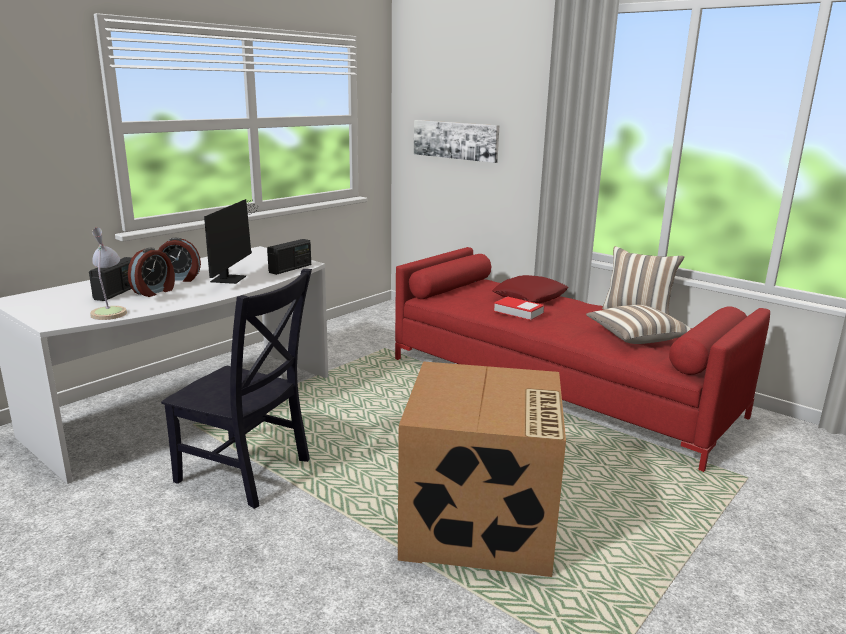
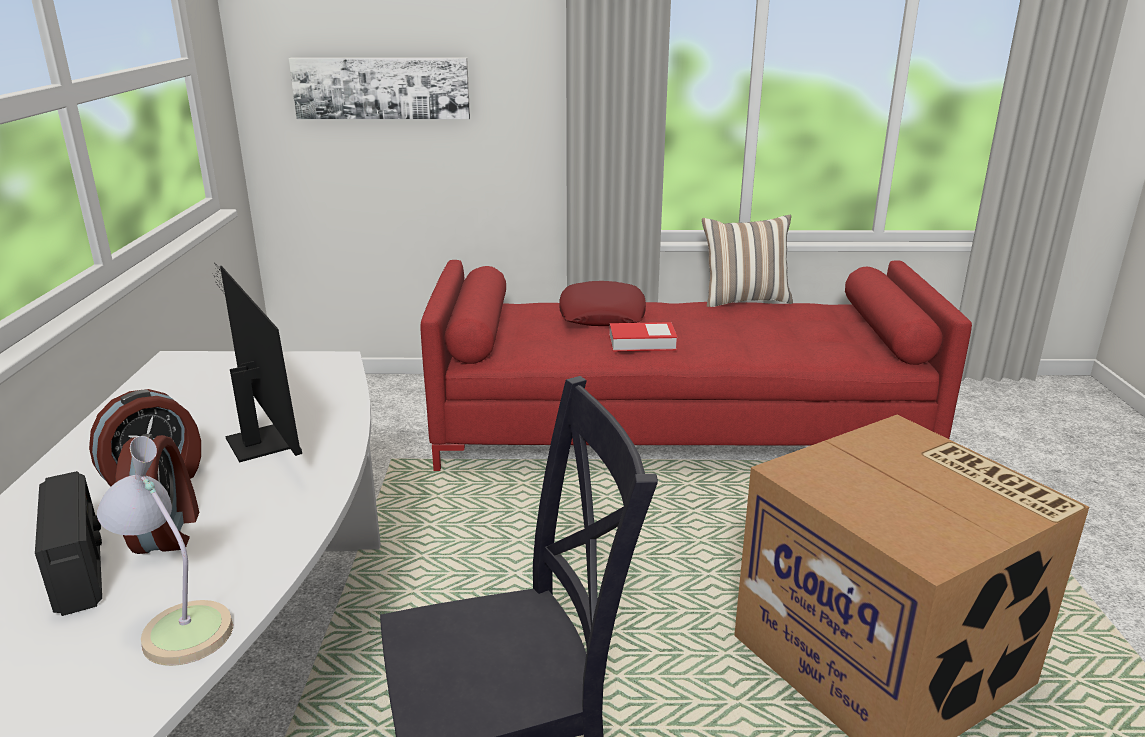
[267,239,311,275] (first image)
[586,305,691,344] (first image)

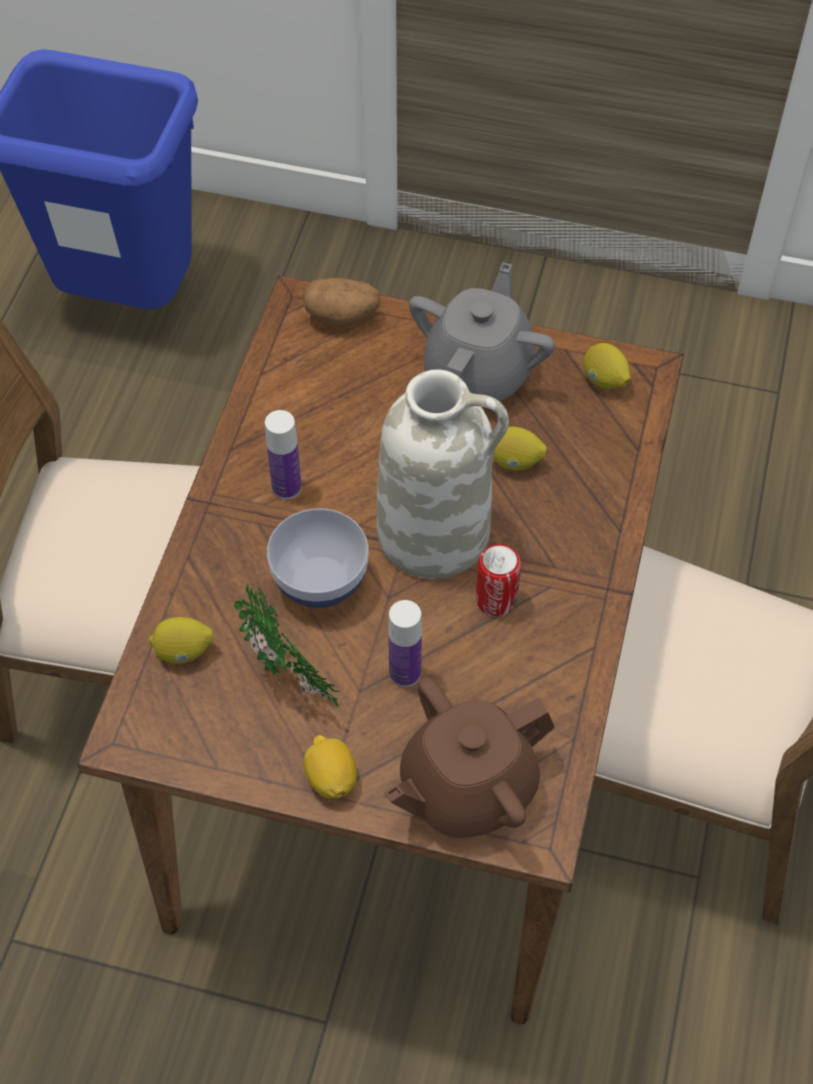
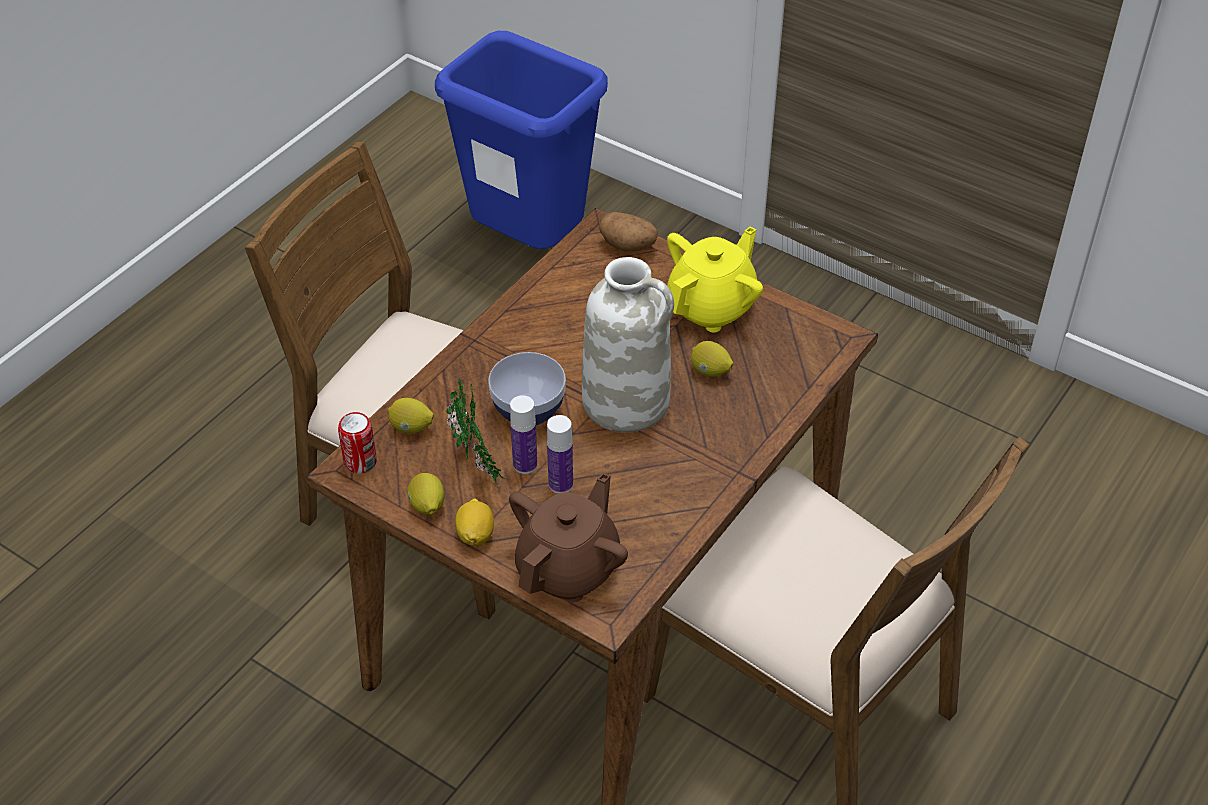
[667,227,763,332]
[408,473,445,515]
[510,395,537,474]
[338,412,377,474]
[509,473,628,602]

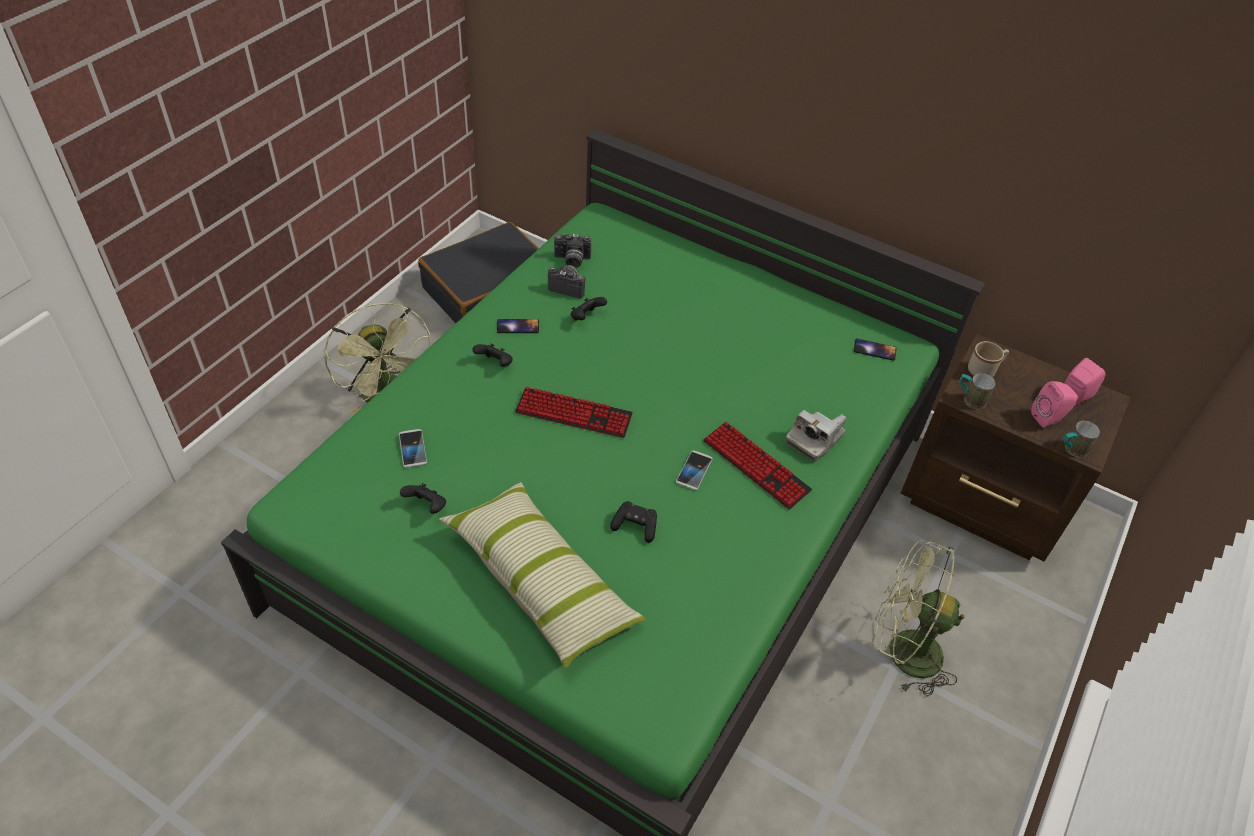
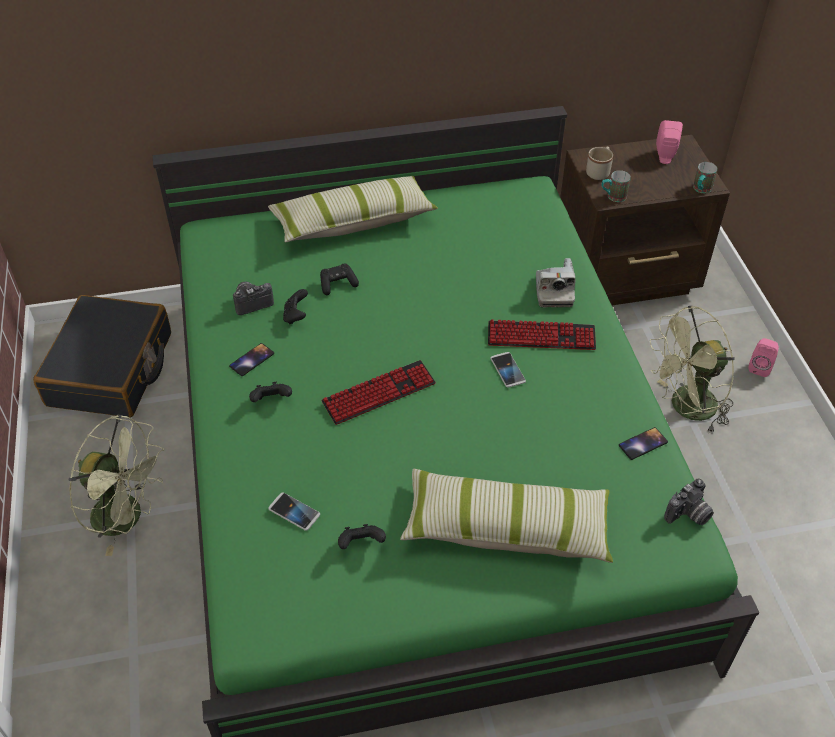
[664,479,714,525]
[619,427,668,460]
[748,338,779,377]
[320,263,359,295]
[268,176,438,242]

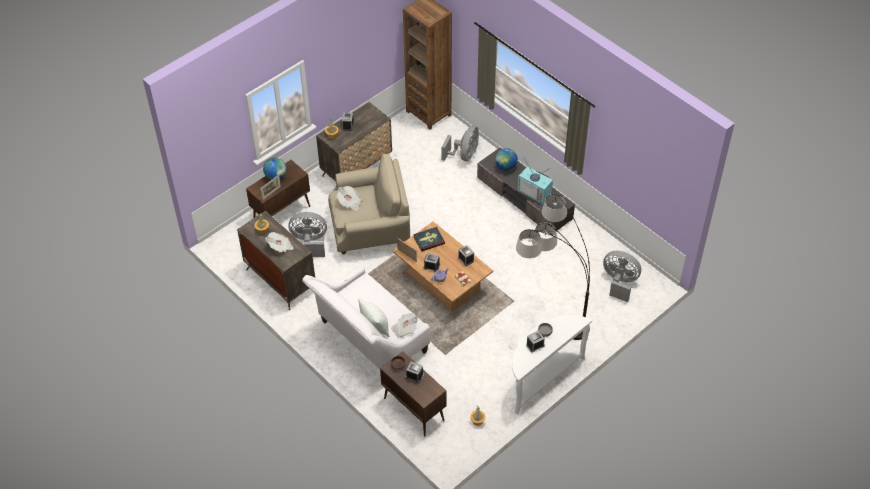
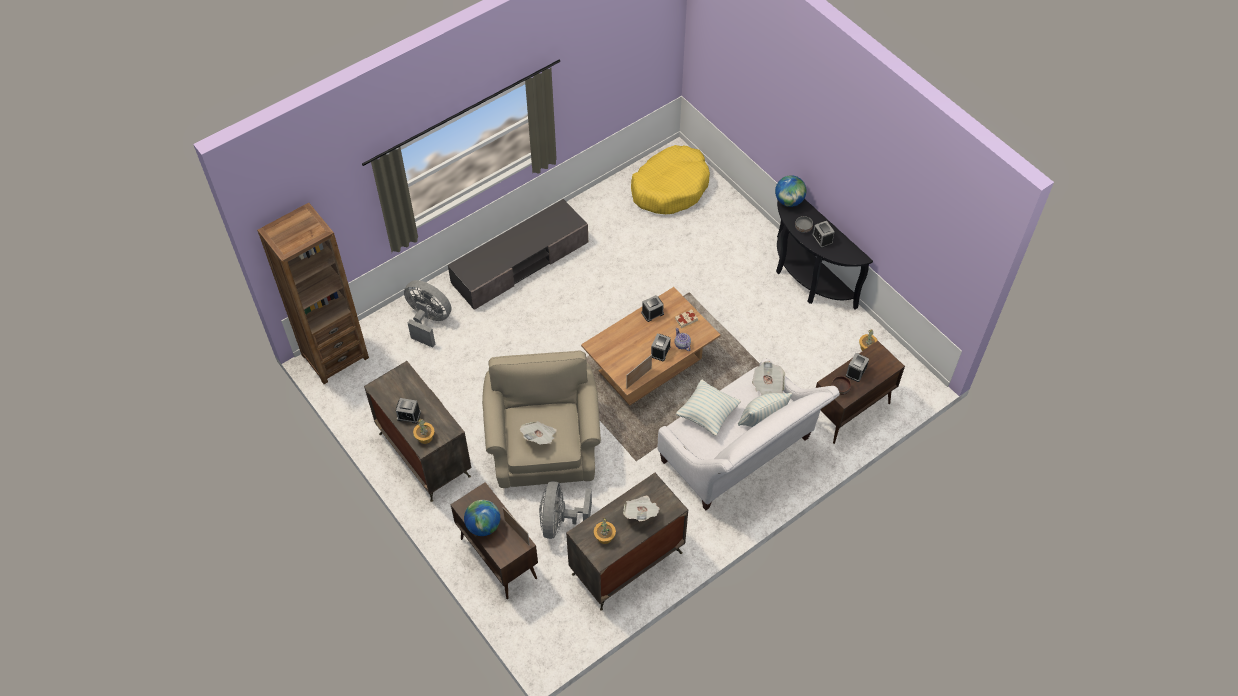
[775,175,806,207]
[517,157,553,205] (first image)
[516,194,590,340] (first image)
[413,227,445,252] (first image)
[631,145,710,214]
[776,199,873,309]
[676,379,741,436]

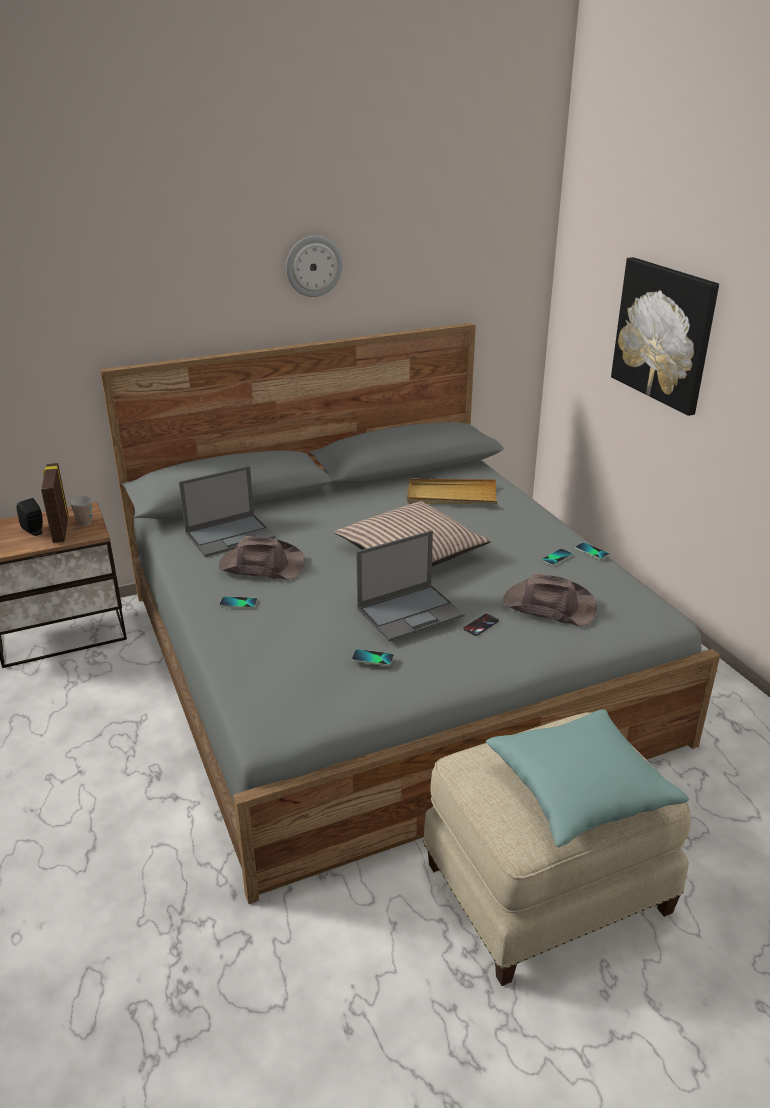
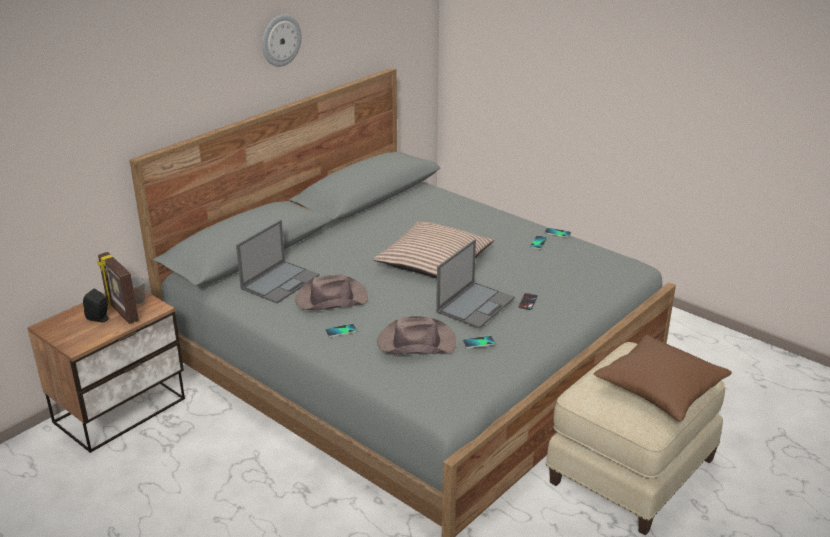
[611,257,719,416] (first image)
[407,479,497,504] (first image)
[377,316,456,354]
[594,335,732,422]

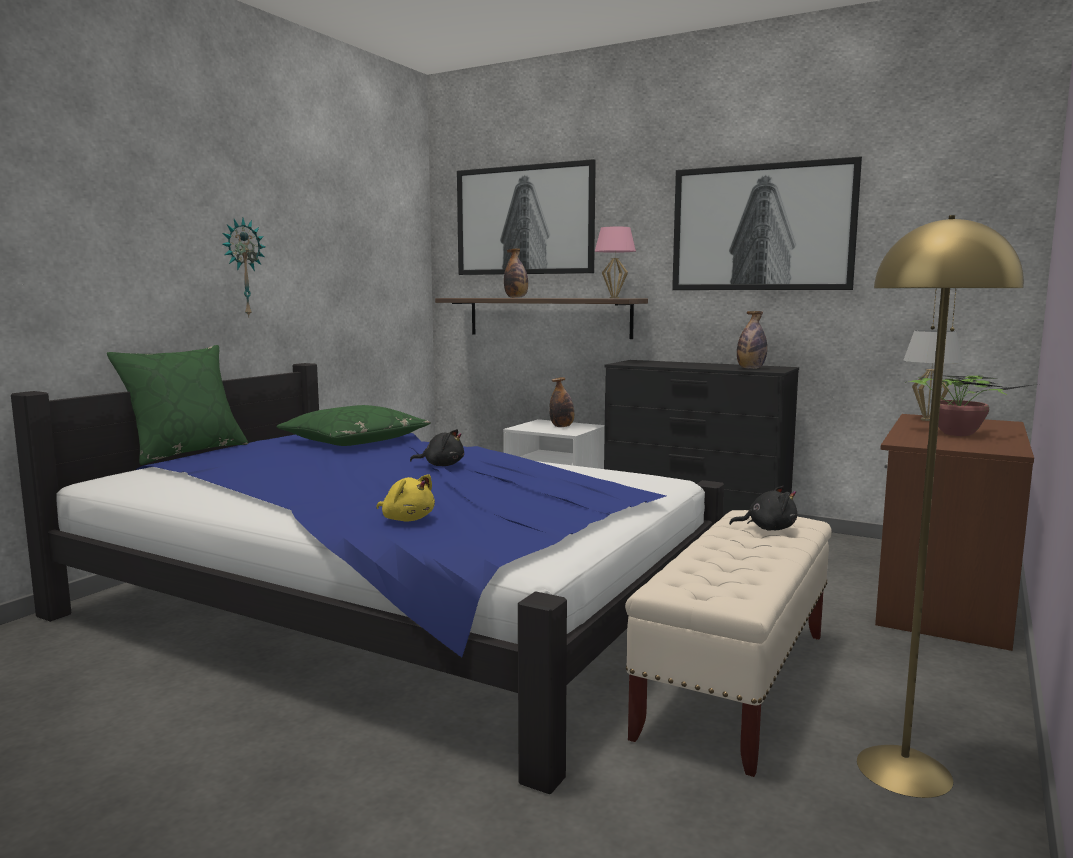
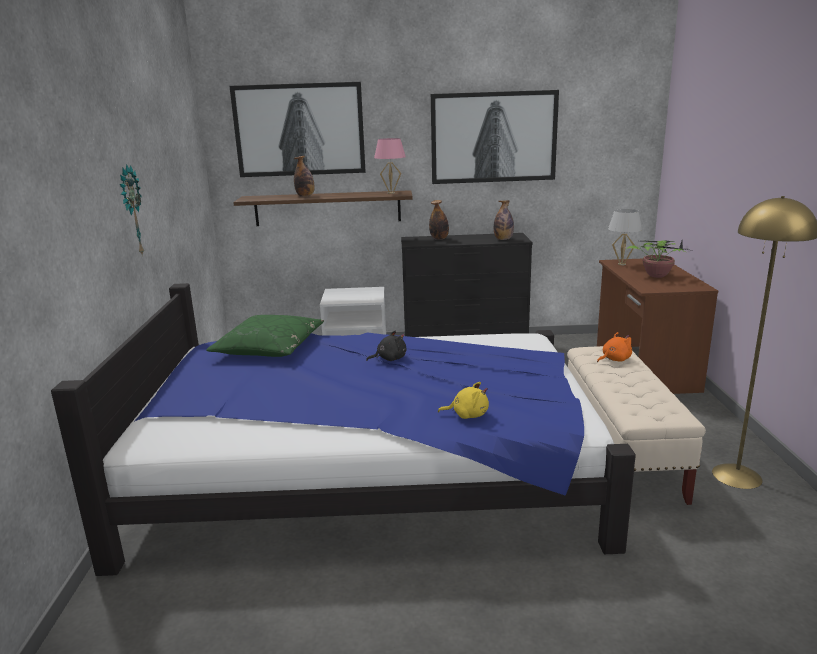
[107,345,249,465] (first image)
[429,200,449,240]
[597,332,632,362]

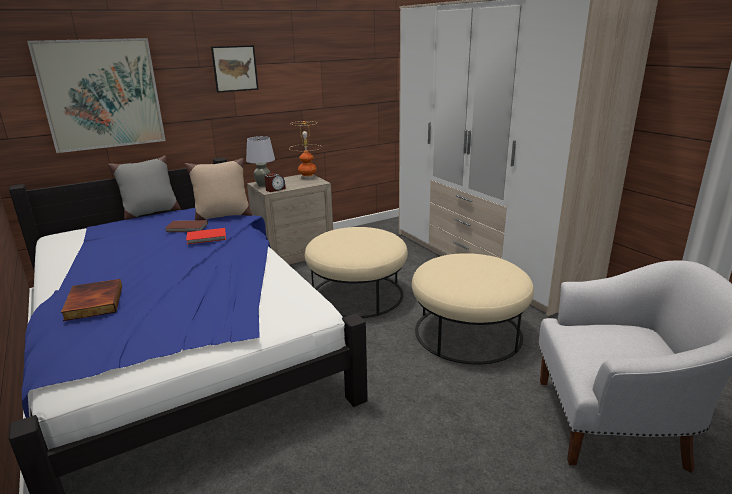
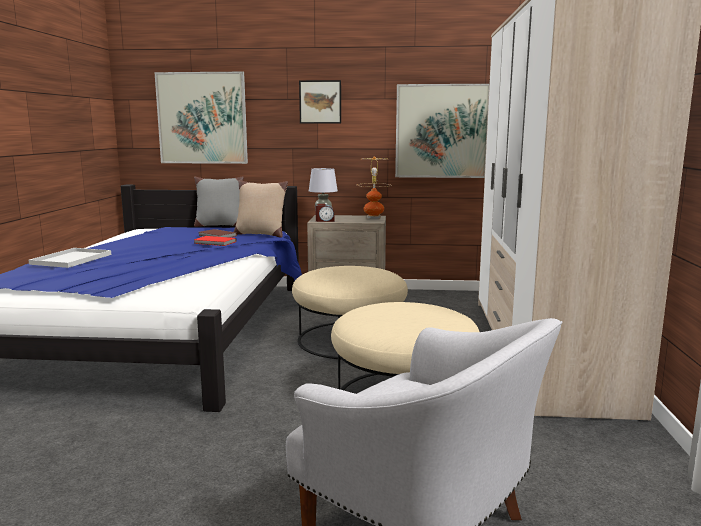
[28,248,111,268]
[395,84,489,178]

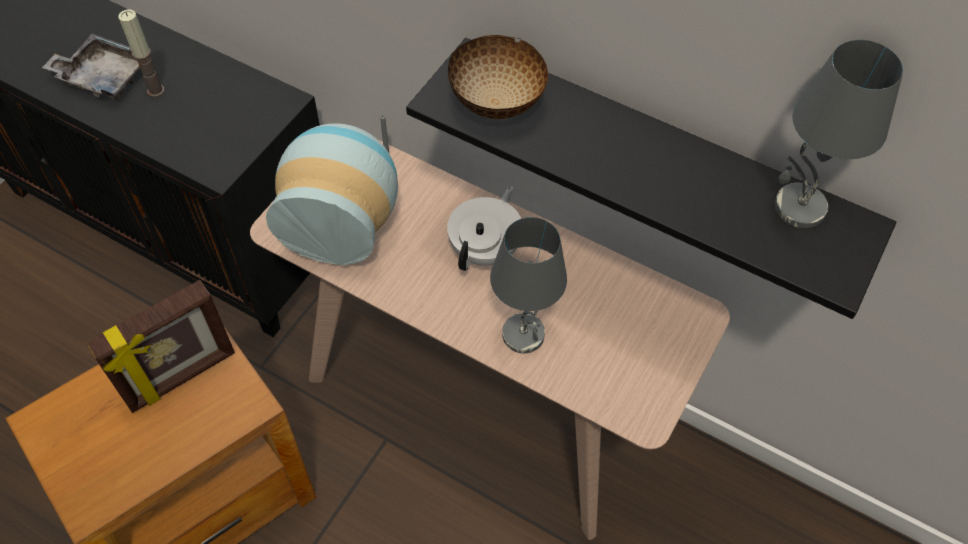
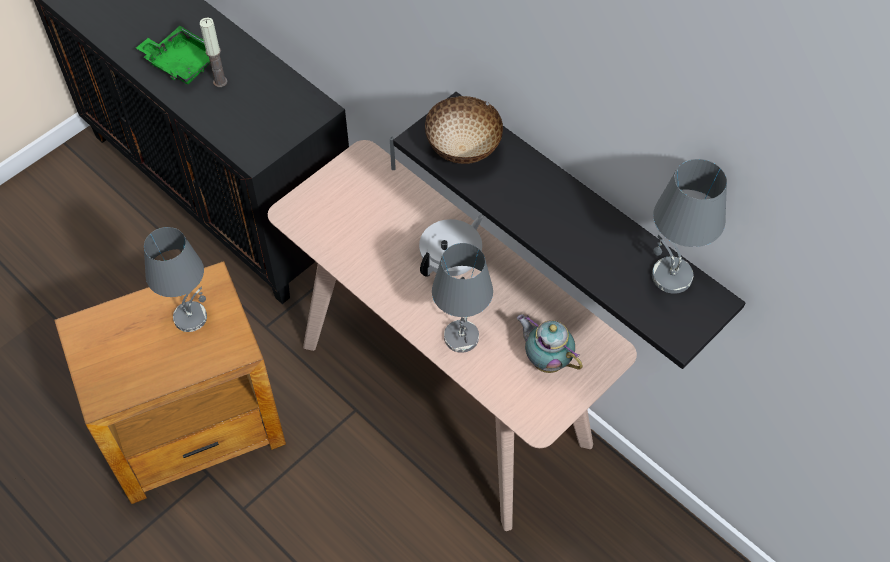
[136,26,222,84]
[266,123,398,265] (first image)
[144,227,207,332]
[517,314,583,373]

